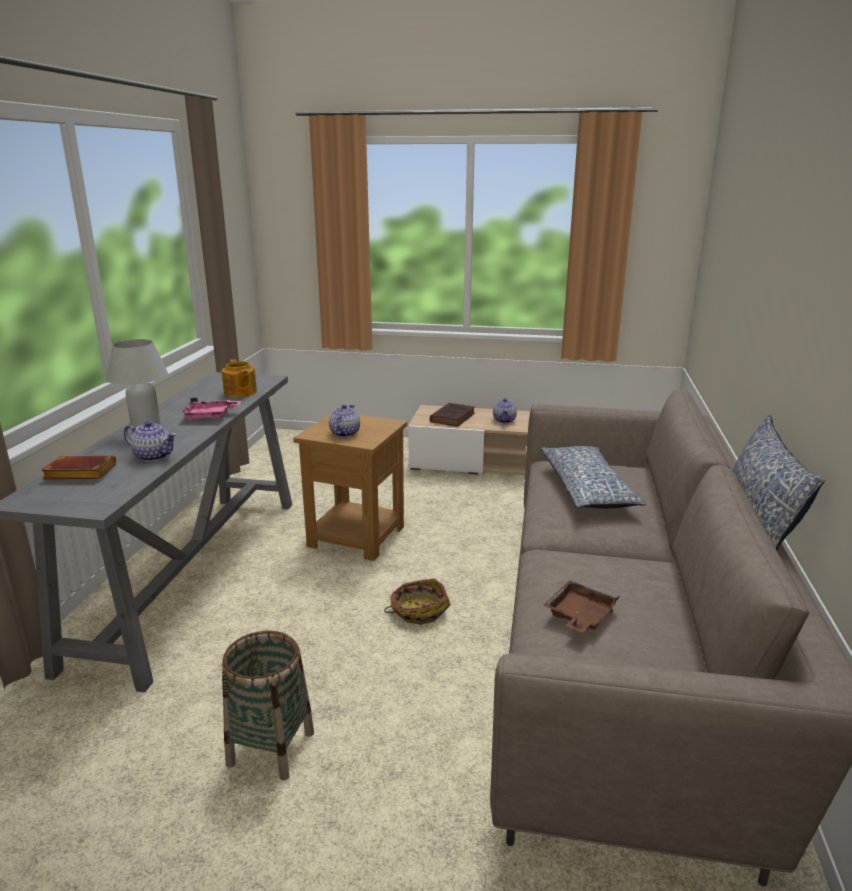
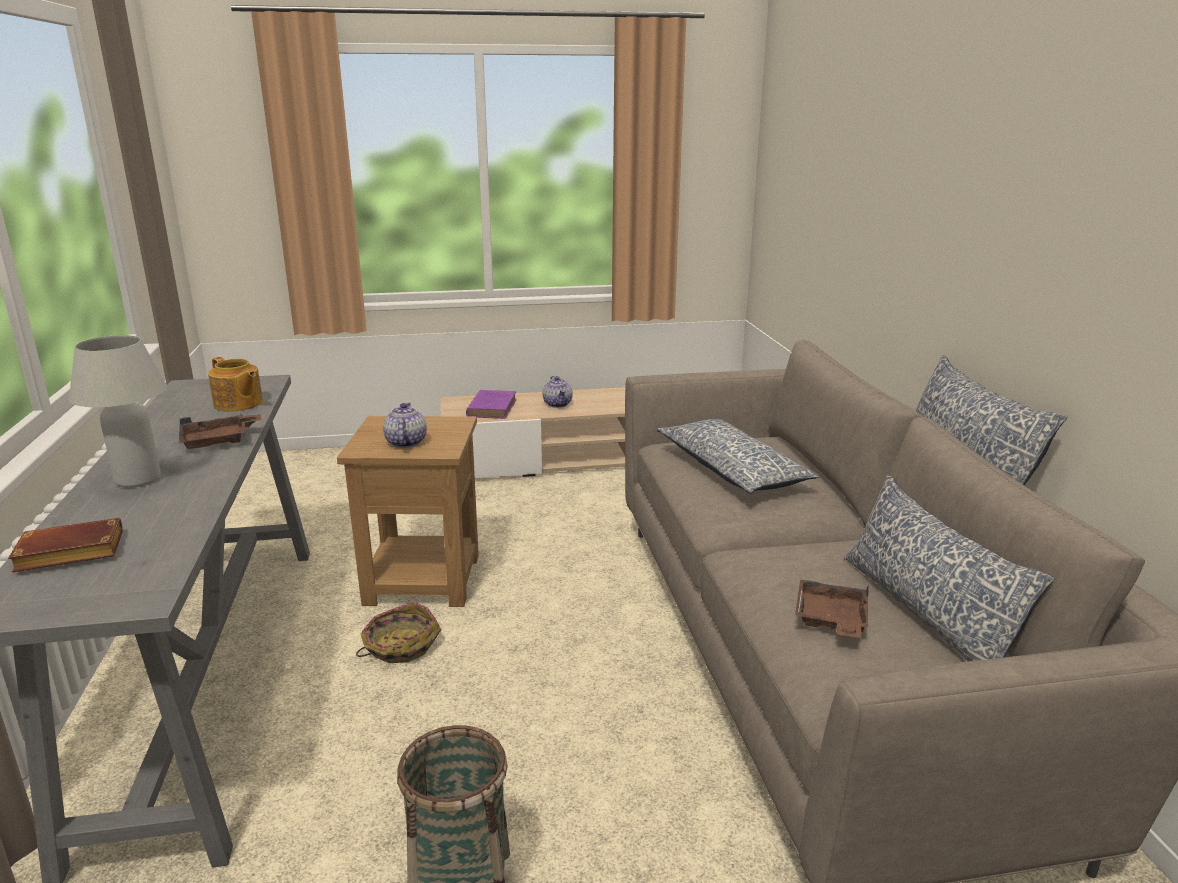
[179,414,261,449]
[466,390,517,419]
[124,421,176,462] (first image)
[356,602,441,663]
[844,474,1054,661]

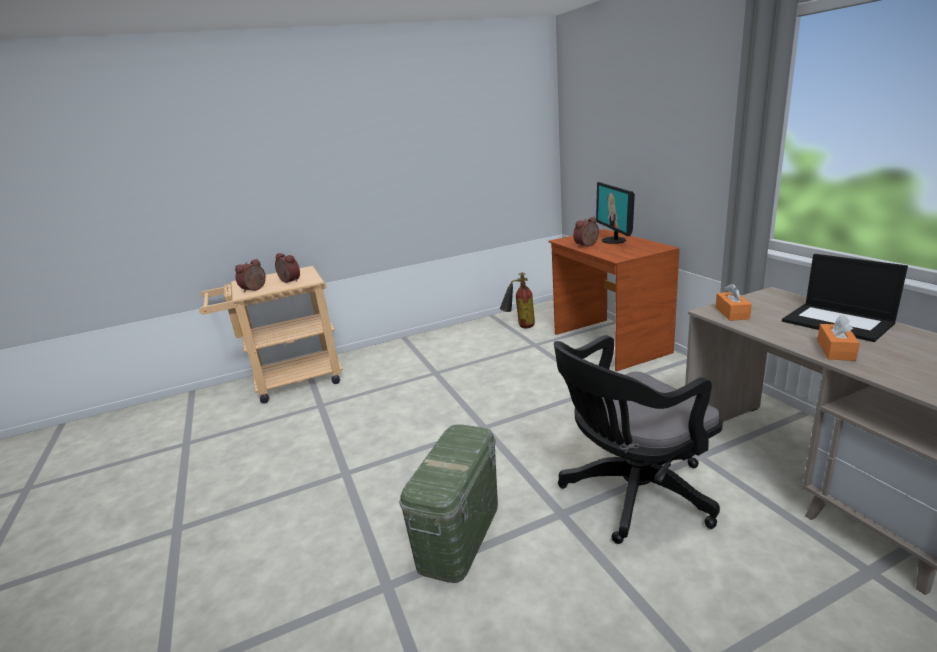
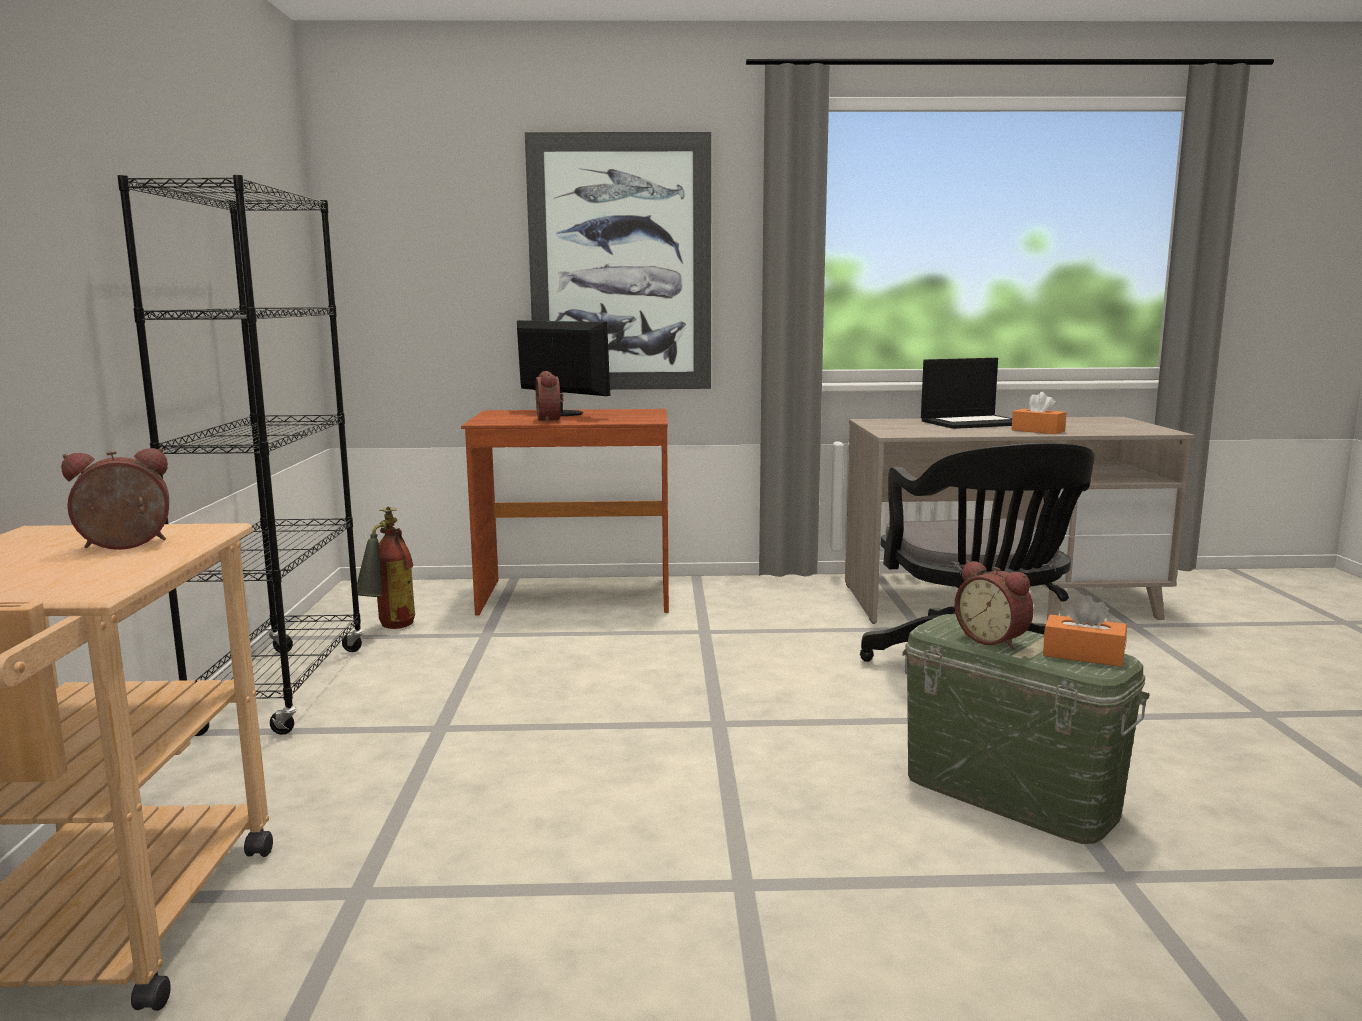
[517,320,610,416]
[955,560,1034,649]
[1043,595,1127,667]
[525,132,711,390]
[117,175,364,736]

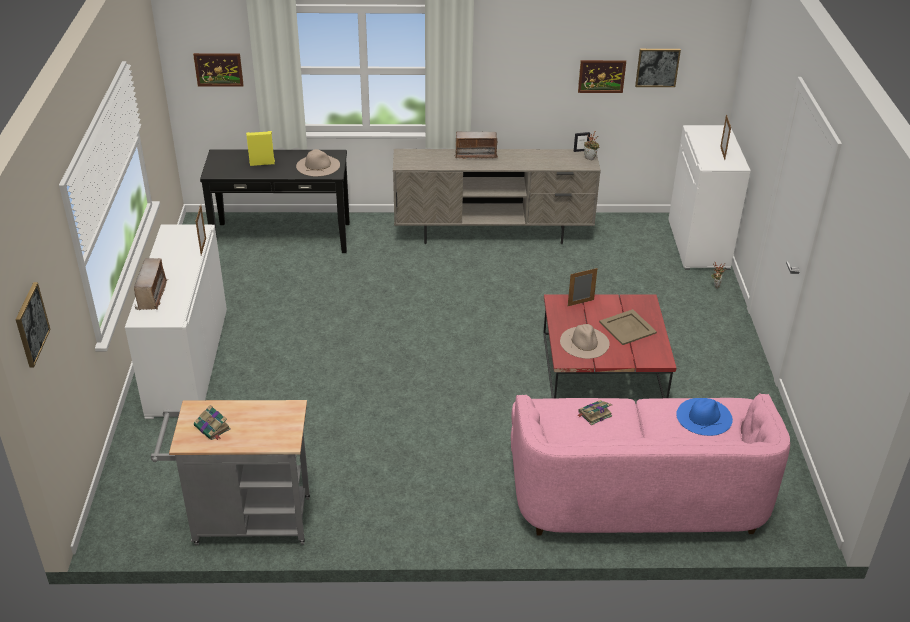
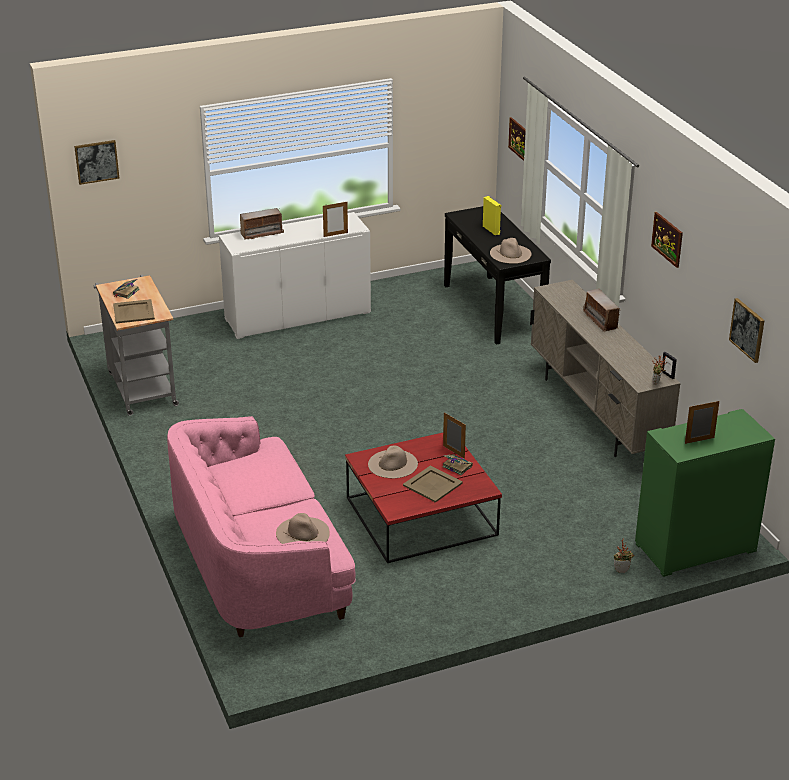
[651,212,683,268]
[635,409,775,577]
[276,513,330,544]
[442,454,473,475]
[113,299,155,324]

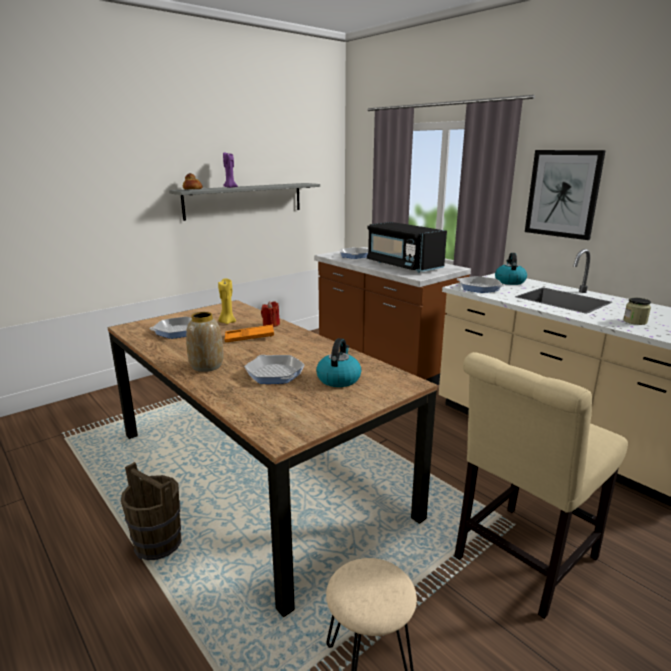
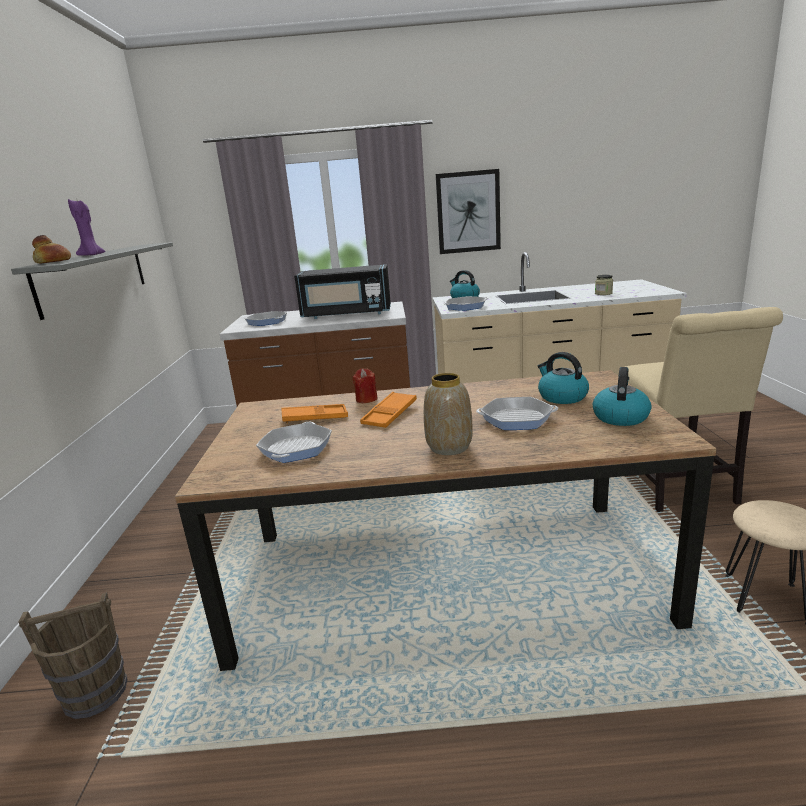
[281,404,348,423]
[18,592,128,719]
[593,367,652,426]

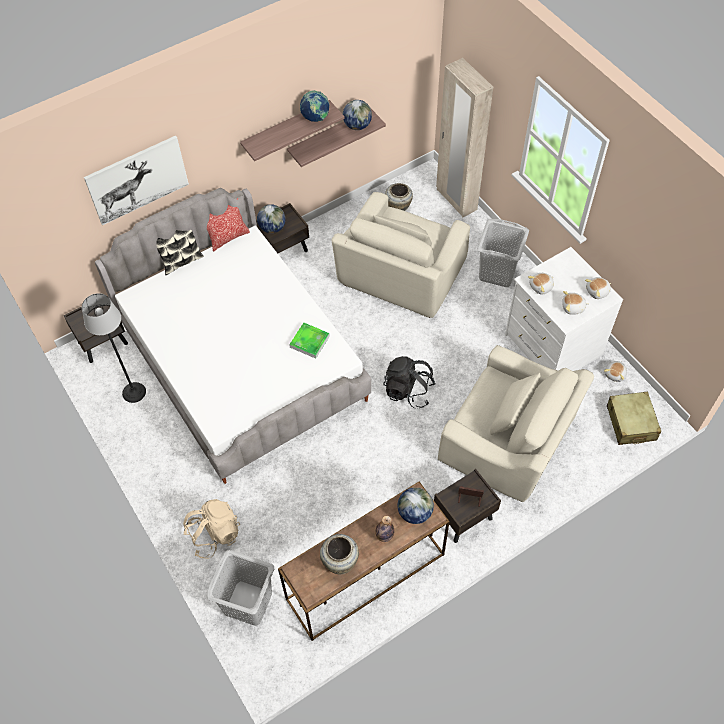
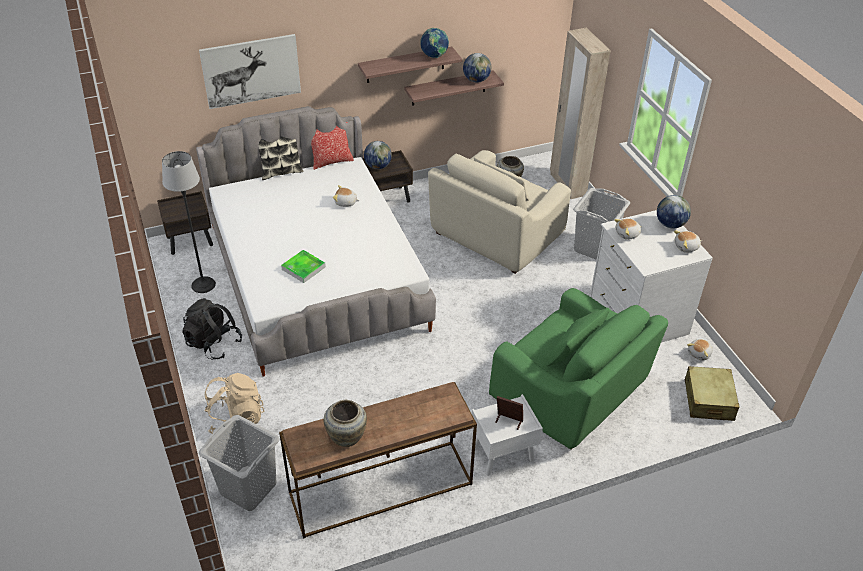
[333,185,360,207]
[281,250,326,283]
[489,288,668,450]
[182,298,242,359]
[472,394,543,476]
[657,195,691,228]
[375,516,394,542] (first image)

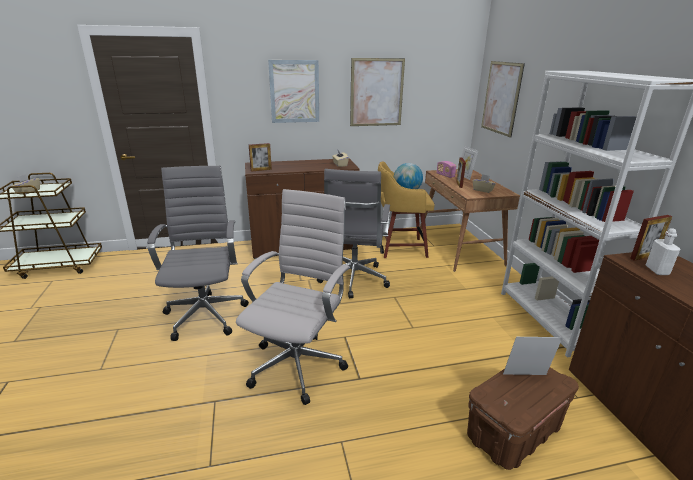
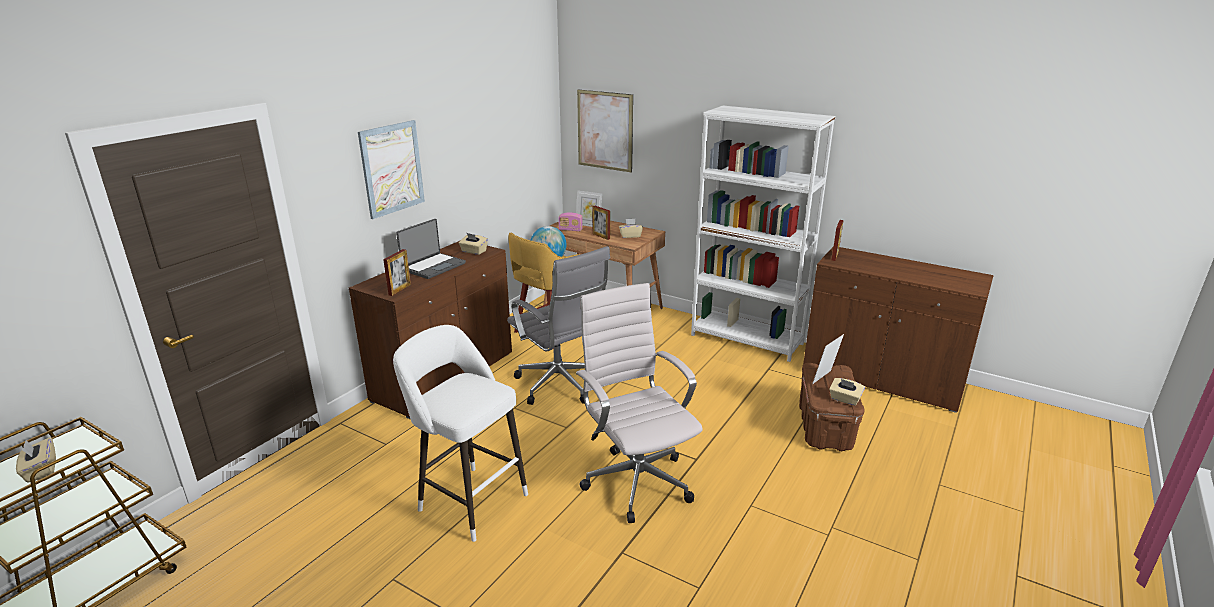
[350,58,405,126] (first image)
[393,325,528,542]
[646,228,680,275] (first image)
[396,219,466,279]
[829,378,865,406]

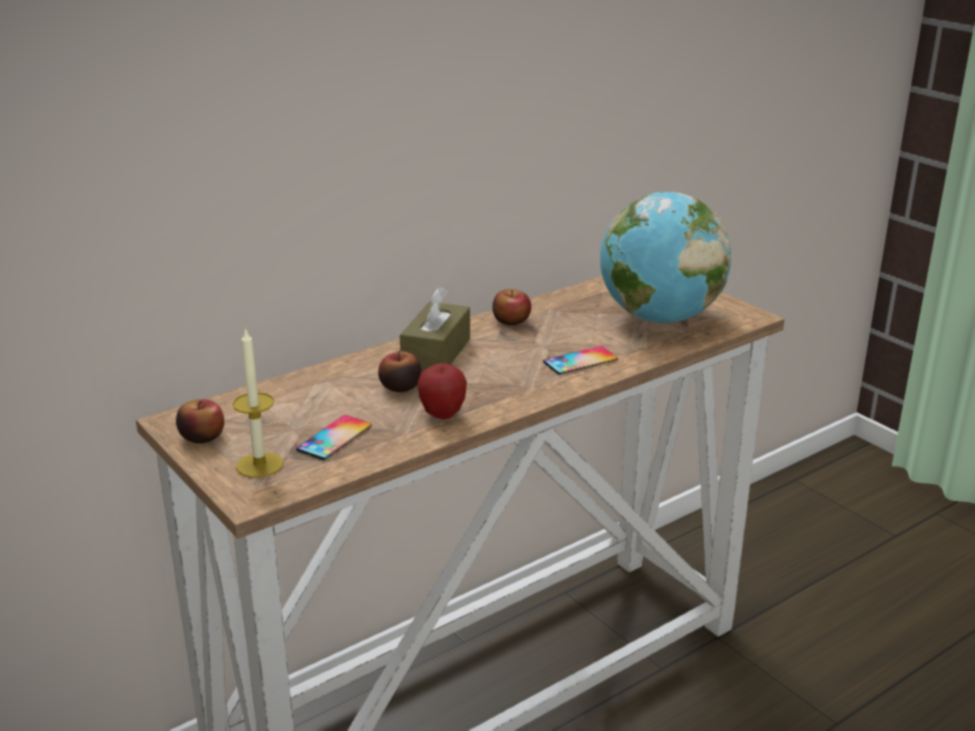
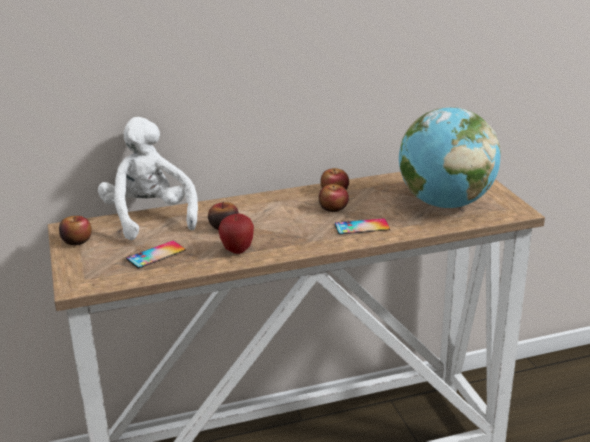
[400,287,470,371] (first image)
[233,328,284,478] (first image)
[98,117,198,240]
[319,184,349,212]

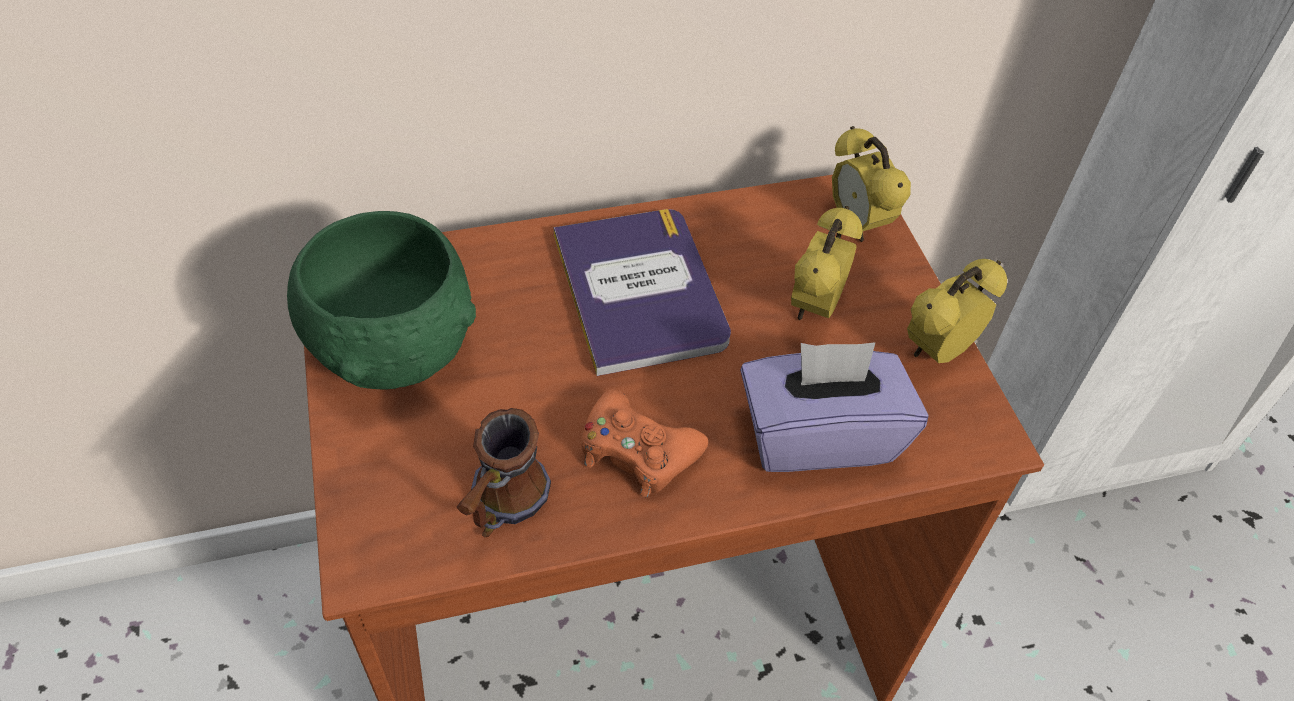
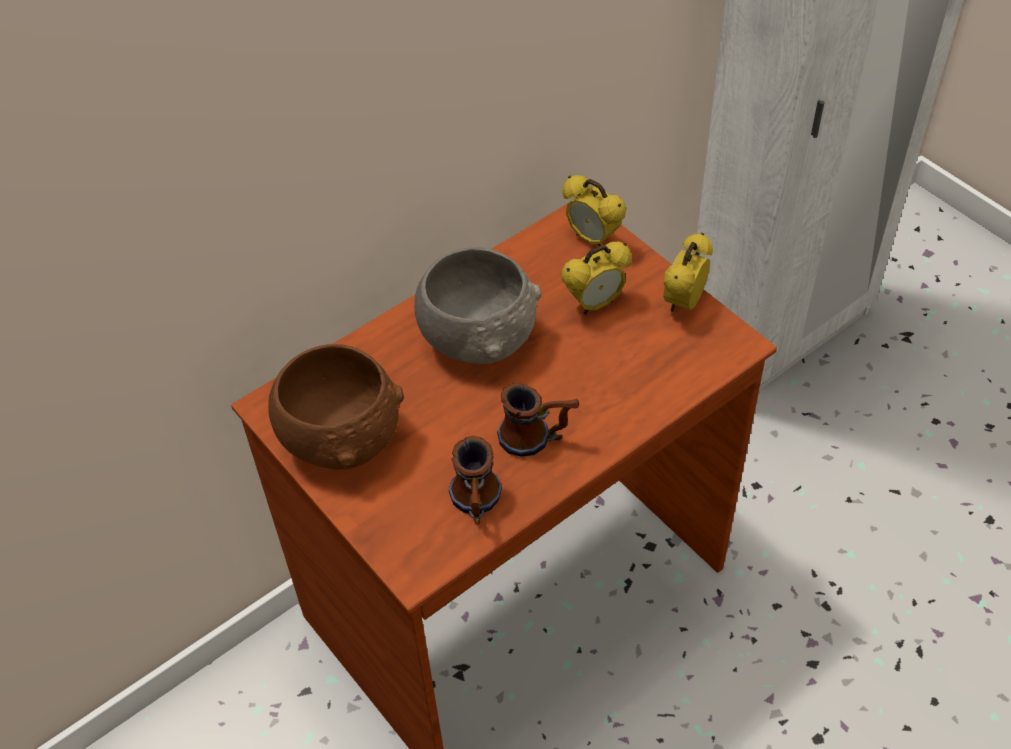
[561,242,631,315]
[414,247,541,364]
[268,344,404,469]
[740,343,929,472] (first image)
[497,383,579,457]

